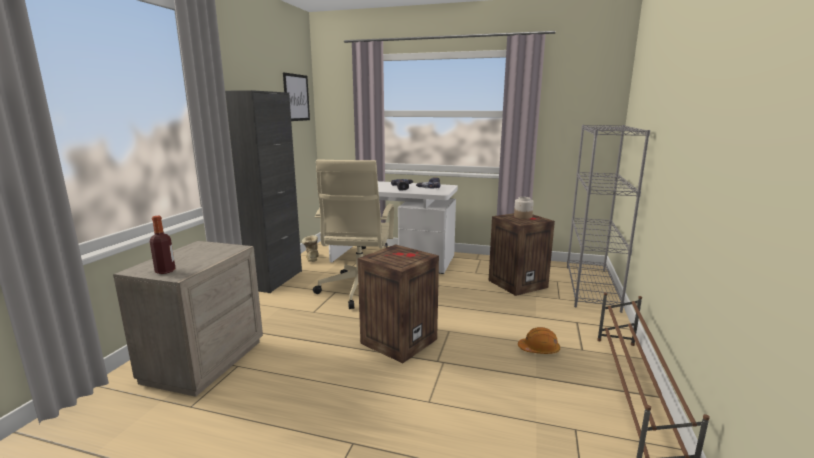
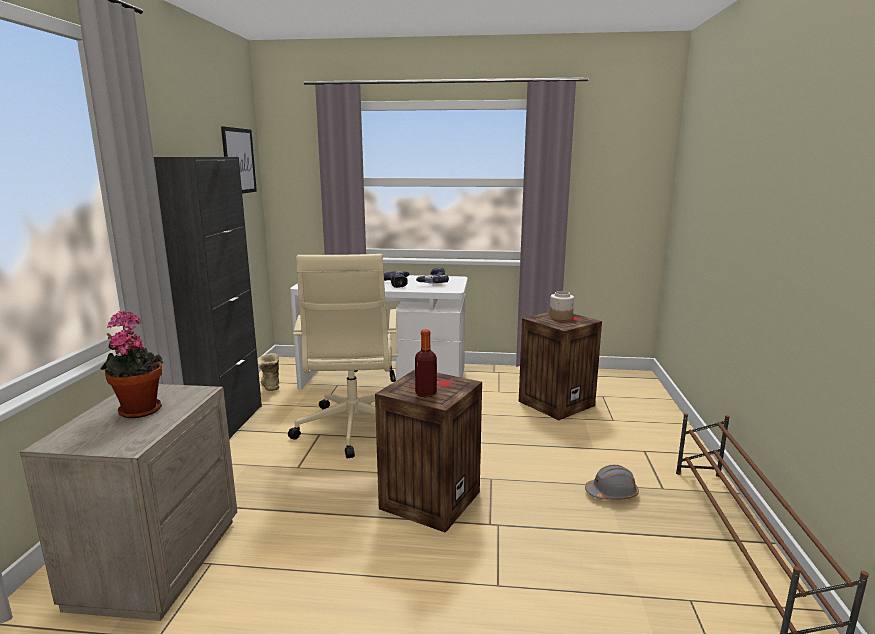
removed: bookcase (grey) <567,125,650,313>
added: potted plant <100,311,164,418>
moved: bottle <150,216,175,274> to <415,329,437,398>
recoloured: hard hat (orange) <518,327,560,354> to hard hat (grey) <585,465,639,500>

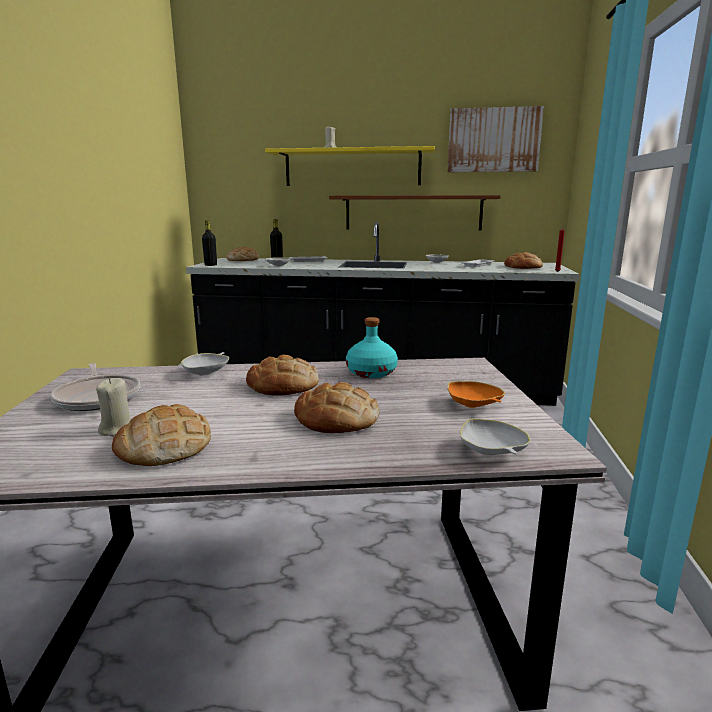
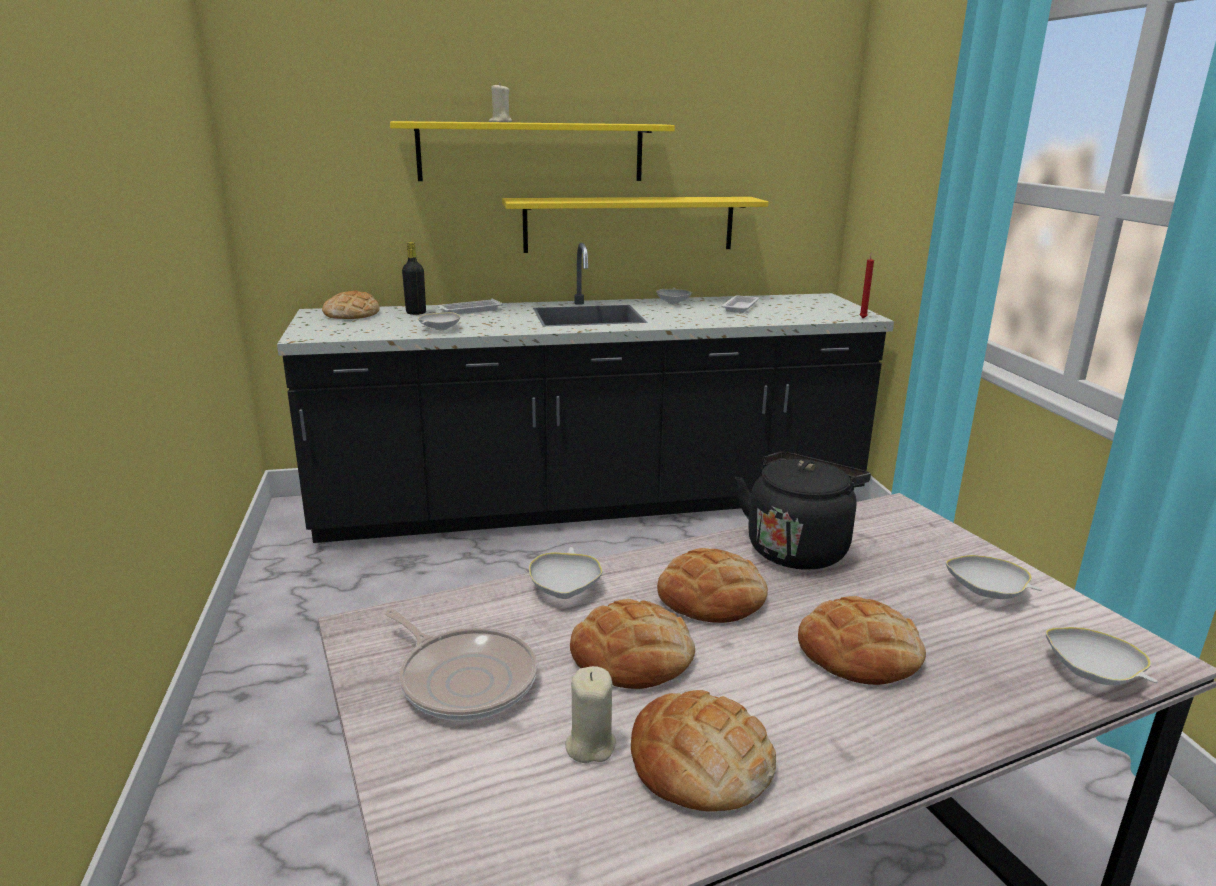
removed: bottle (black) <202,220,217,266>; picture <447,106,544,172>
moved: bread <504,252,543,269> to <570,599,695,689>
replaced: bottle (turquoise) <346,317,398,378> to kettle (black) <735,451,871,570>
recoloured: shelf (brown) <329,195,501,230> to shelf (yellow) <502,197,769,253>; bowl (orange) <447,381,505,408> to bowl (white) <946,555,1042,599>

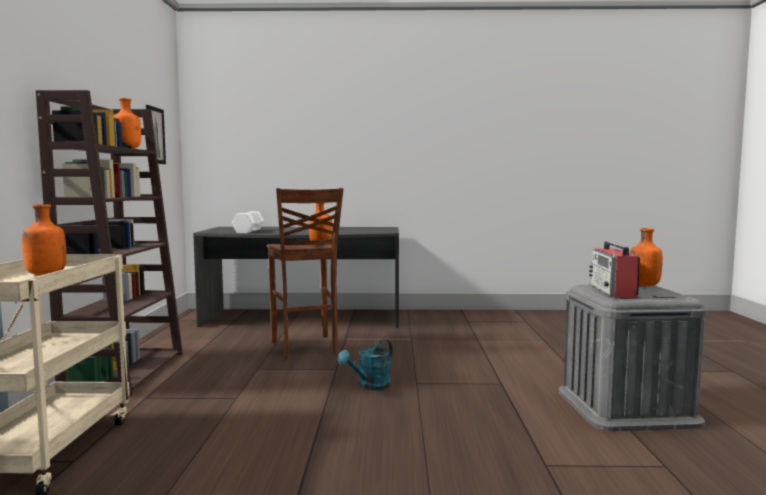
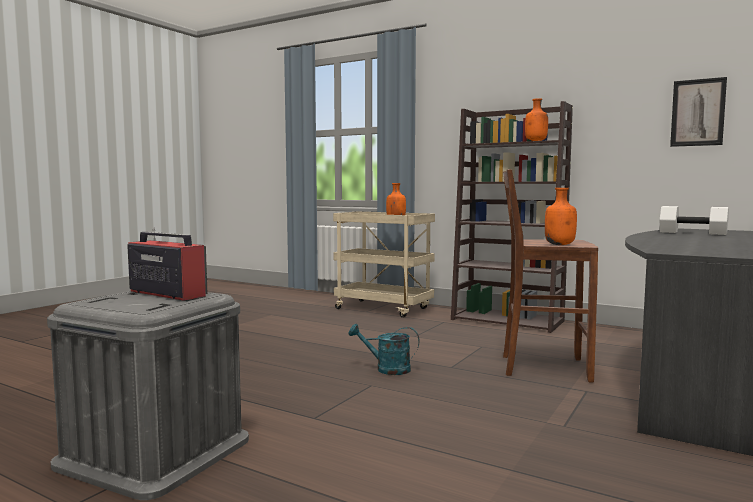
removed: bottle (orange) <630,228,663,287>
turned: watering can (turquoise) <338,339,393,390> = <349,324,420,375> 60 degrees counterclockwise

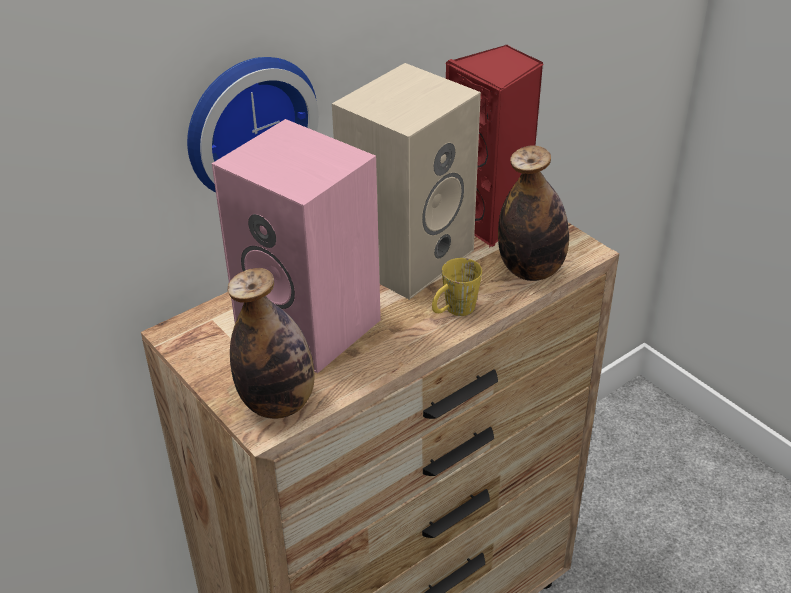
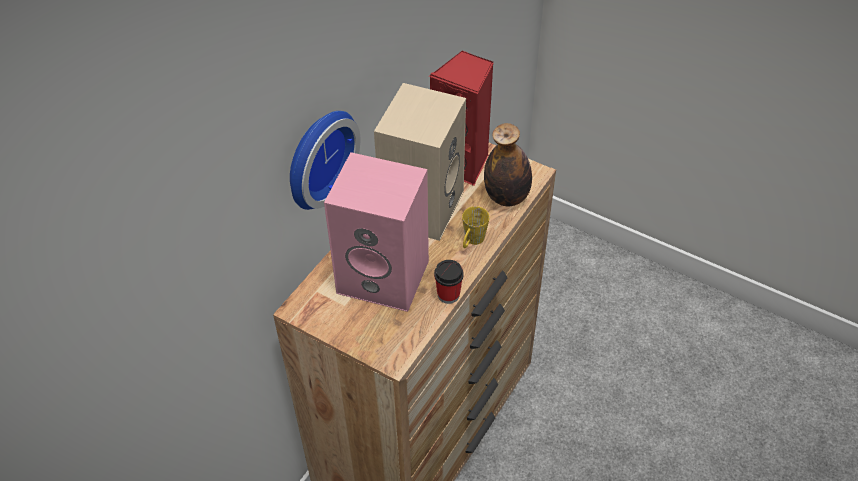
removed: bottle <228,268,315,419>
added: cup <434,260,464,304>

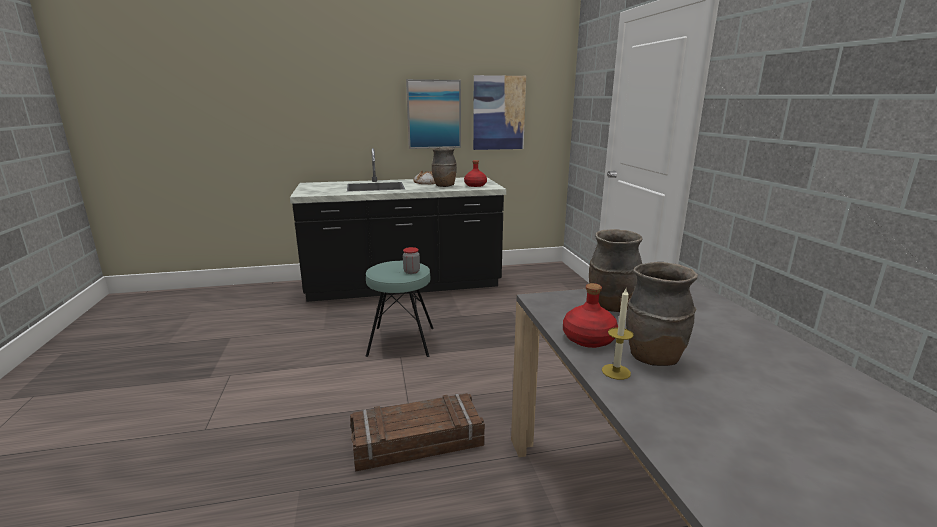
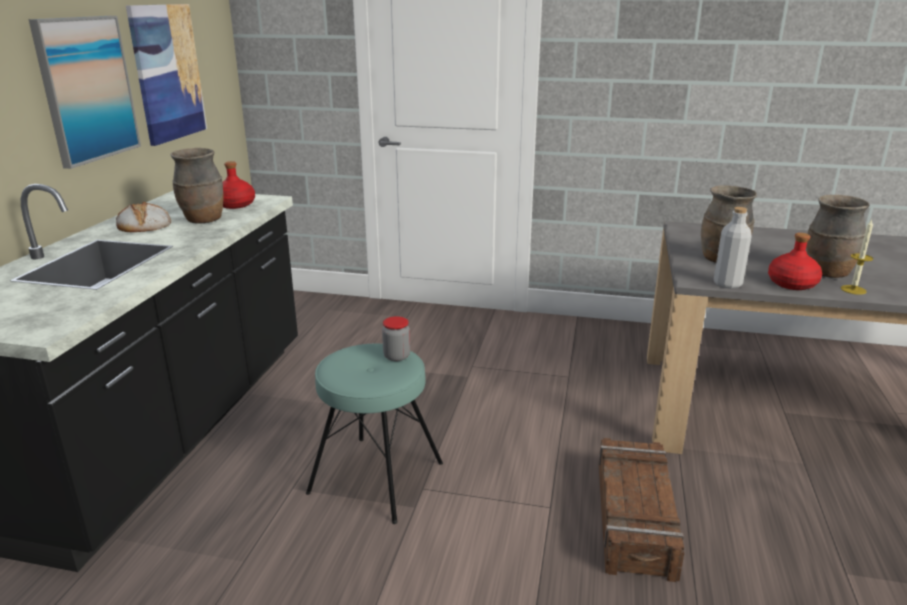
added: bottle (grey) <714,207,752,289>

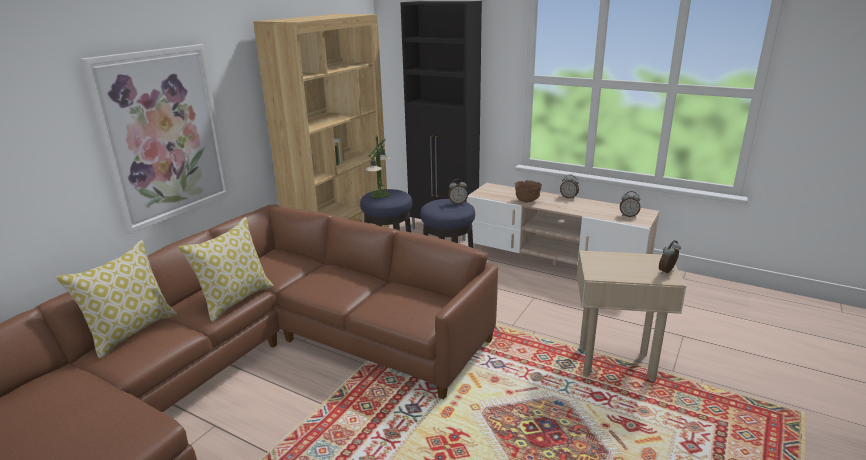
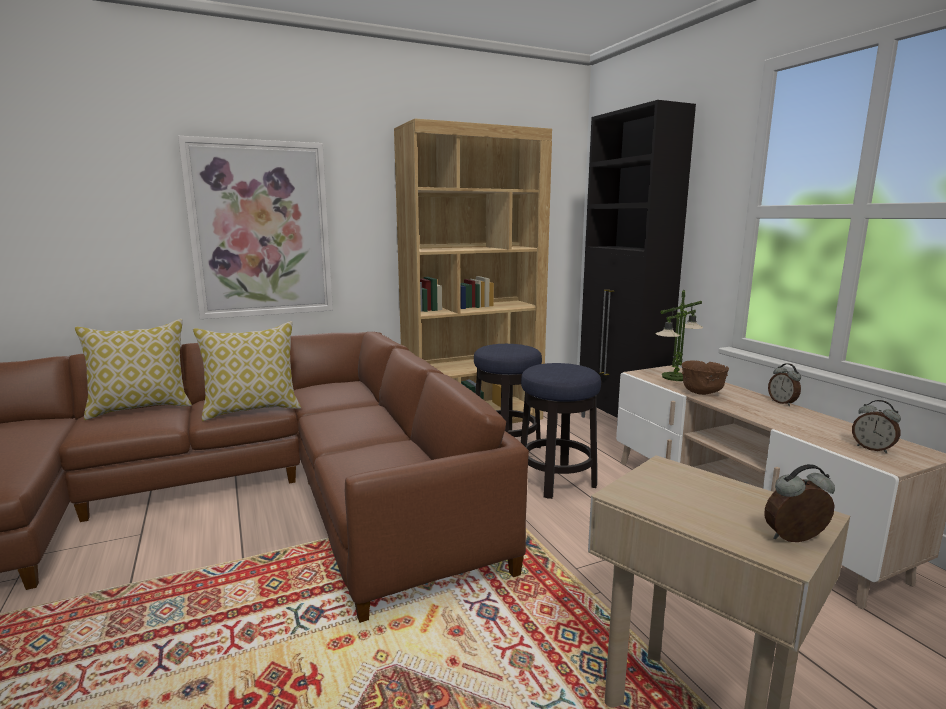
removed: alarm clock <448,179,468,204>
moved: table lamp <366,135,390,198> to <656,290,704,381>

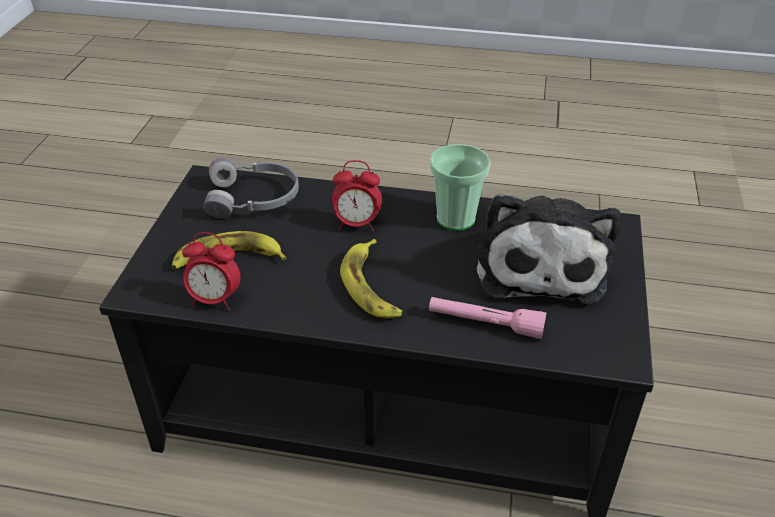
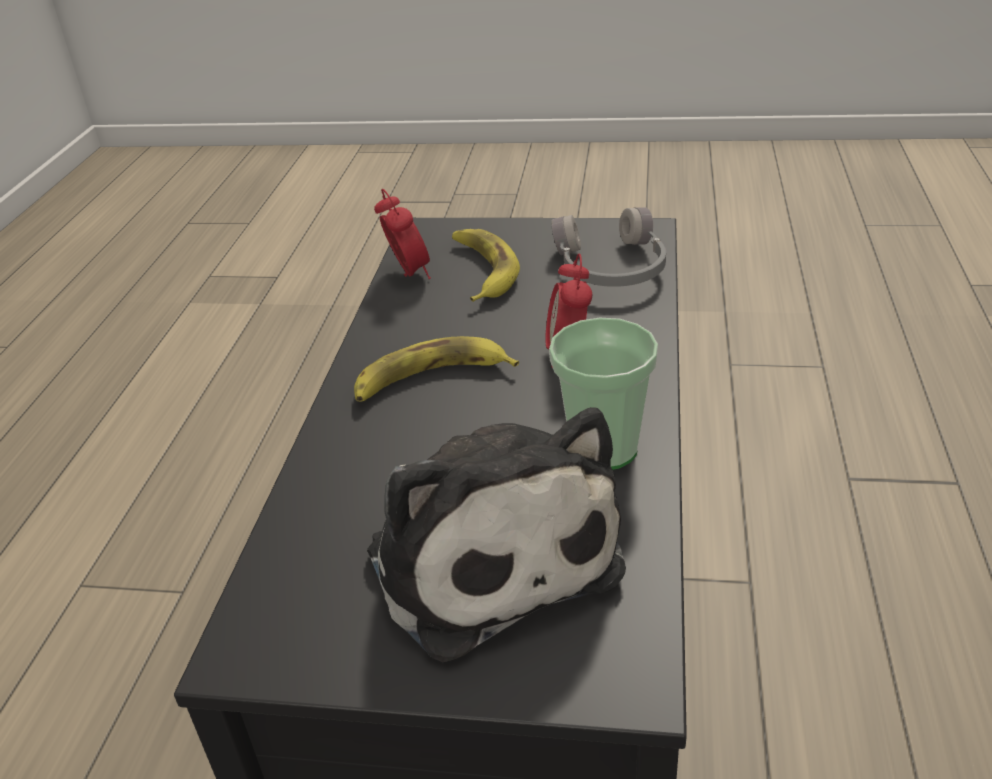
removed: flashlight (pink) <429,297,547,339>
turned: alarm clock <182,232,241,310> = <374,189,431,279> 150 degrees clockwise; plush toy <477,194,621,305> = <367,407,626,662> 120 degrees counterclockwise

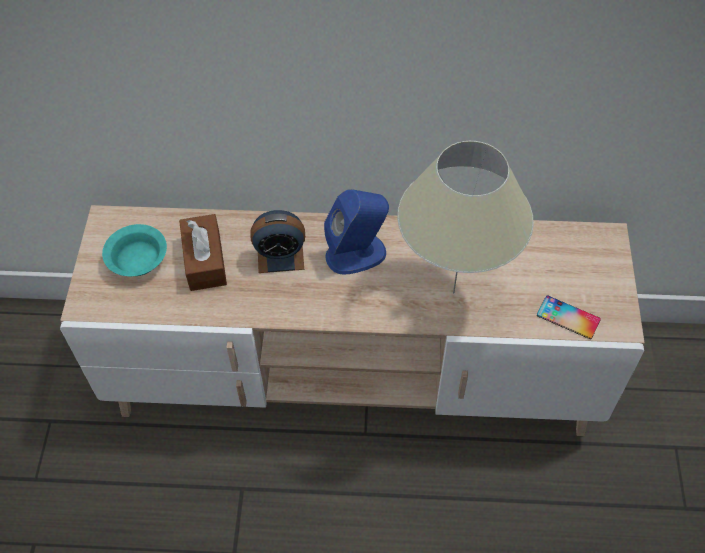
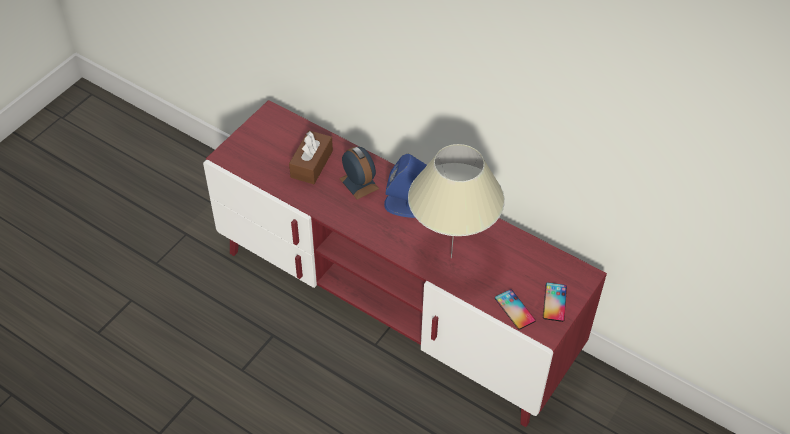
removed: bowl (turquoise) <102,224,167,276>
added: phone <543,282,567,322>
recoloured: tv stand (beige) <60,205,645,436> to tv stand (red) <203,100,607,427>
turned: alarm clock <250,210,305,273> = <339,147,379,200> 150 degrees counterclockwise

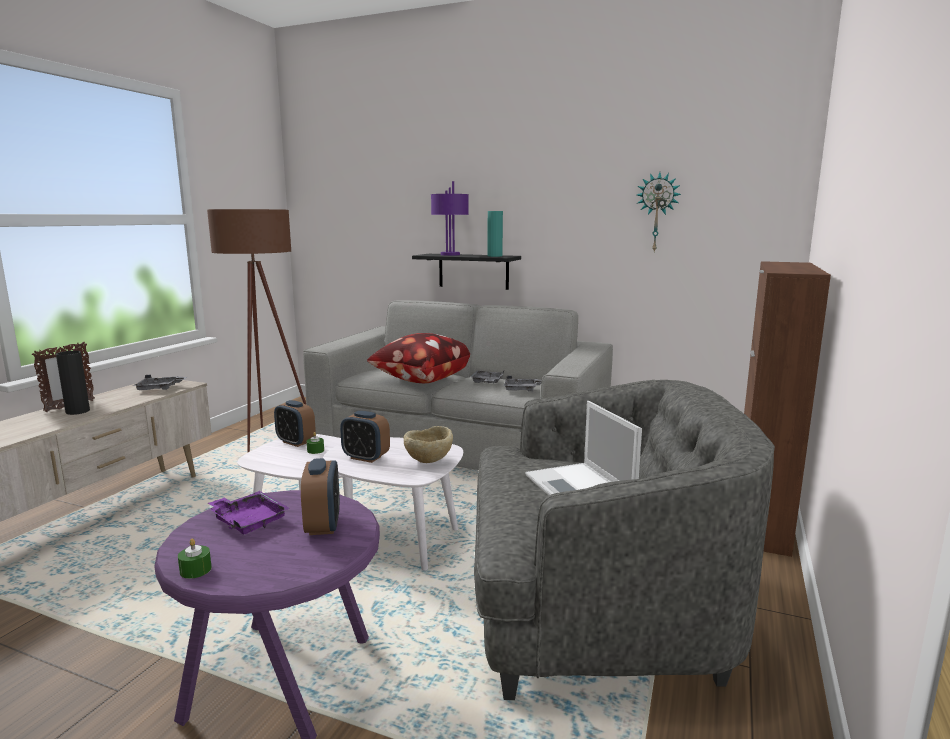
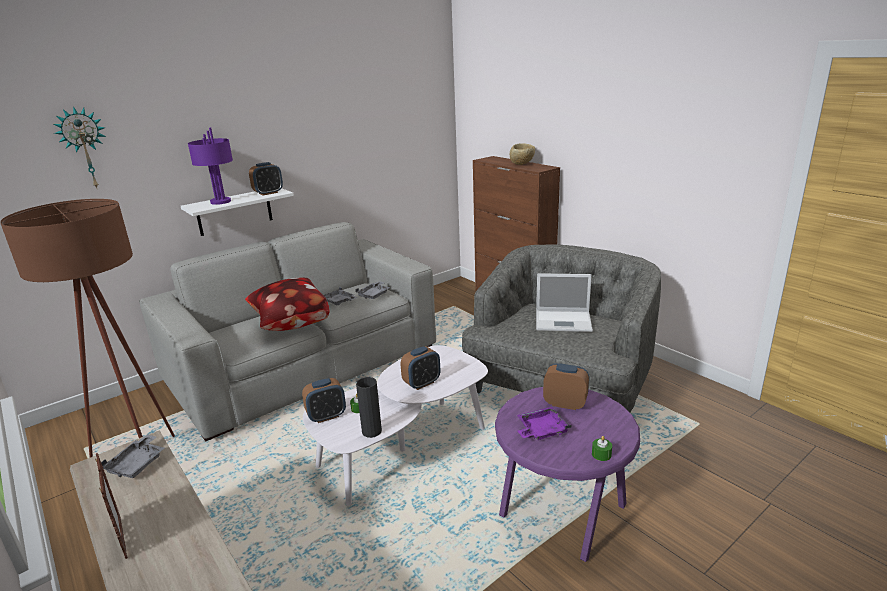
moved: vase (black) <56,351,90,415> to <356,377,382,438>; bowl (beige) <404,426,453,463> to <510,143,535,165>; wall clock <637,172,681,251> to <54,106,106,188>
replaced: vase (turquoise) <487,211,503,257> to alarm clock <249,162,283,195>
recoloured: shelf (black) <412,254,521,290> to shelf (white) <181,189,294,236>

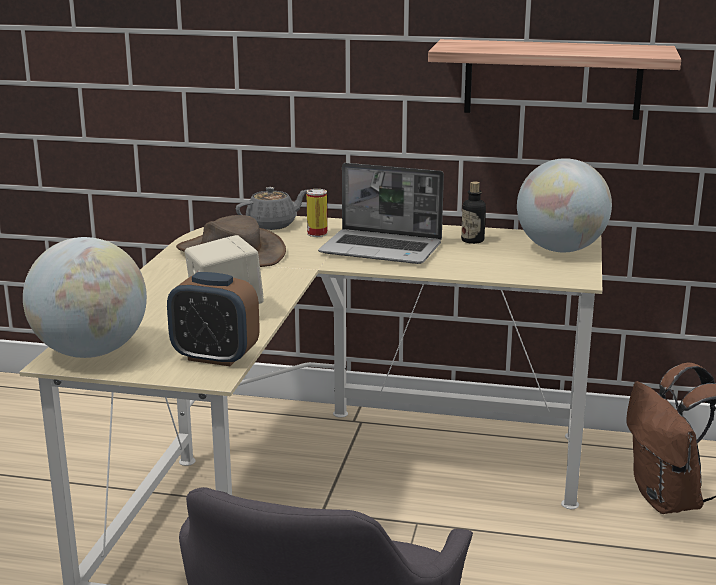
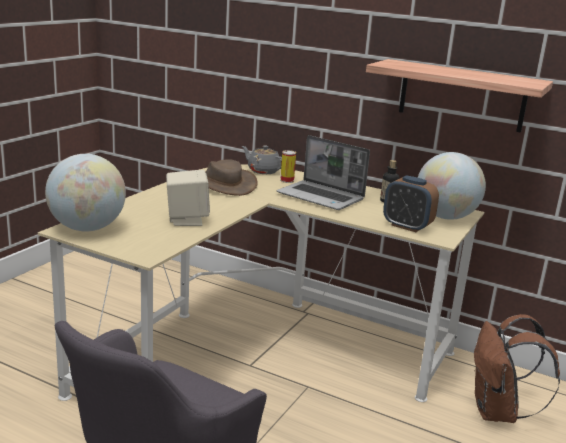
moved: alarm clock <167,272,260,366> to <383,176,439,232>
turned: teapot (grey) <236,187,307,230> = <242,146,282,174> 135 degrees counterclockwise

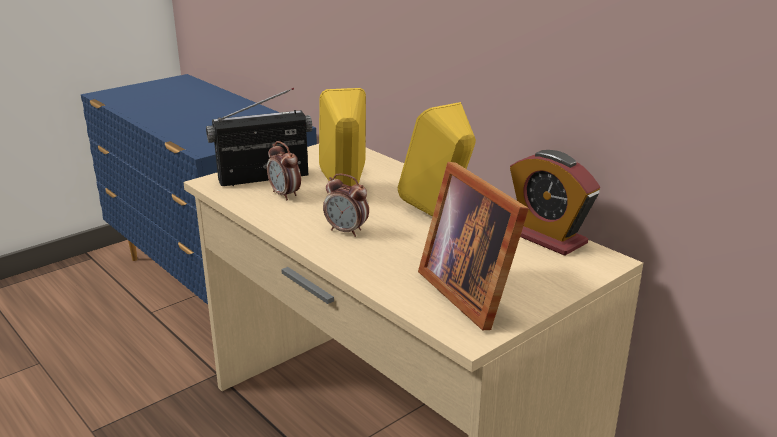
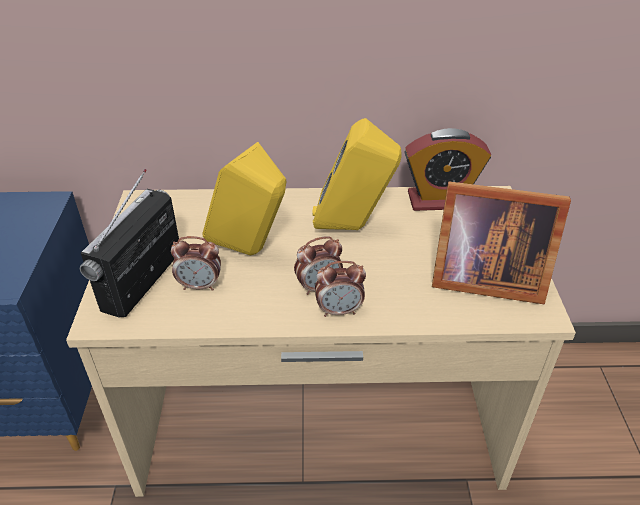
added: alarm clock <315,261,366,317>

